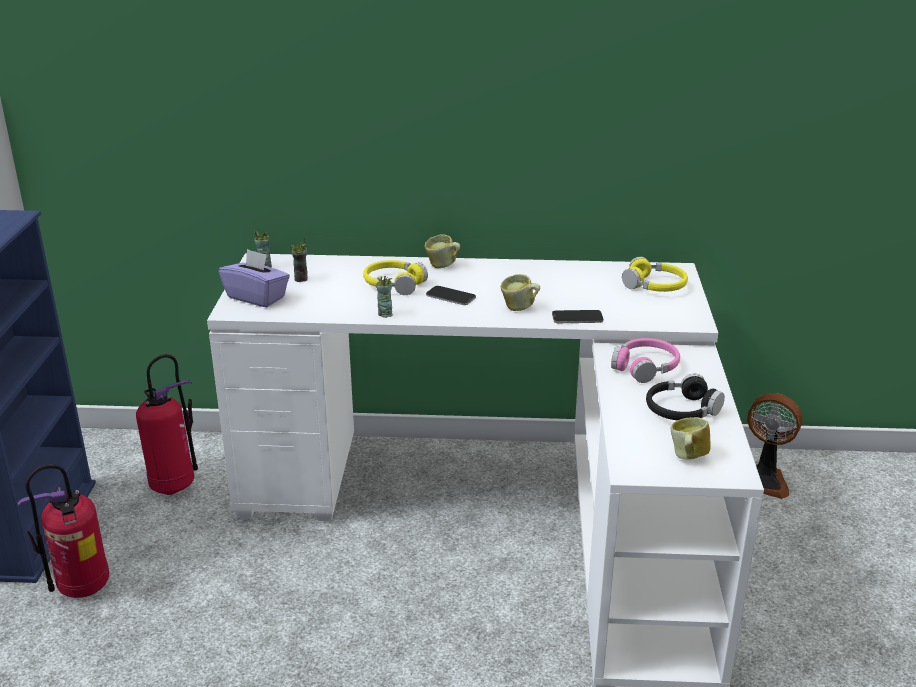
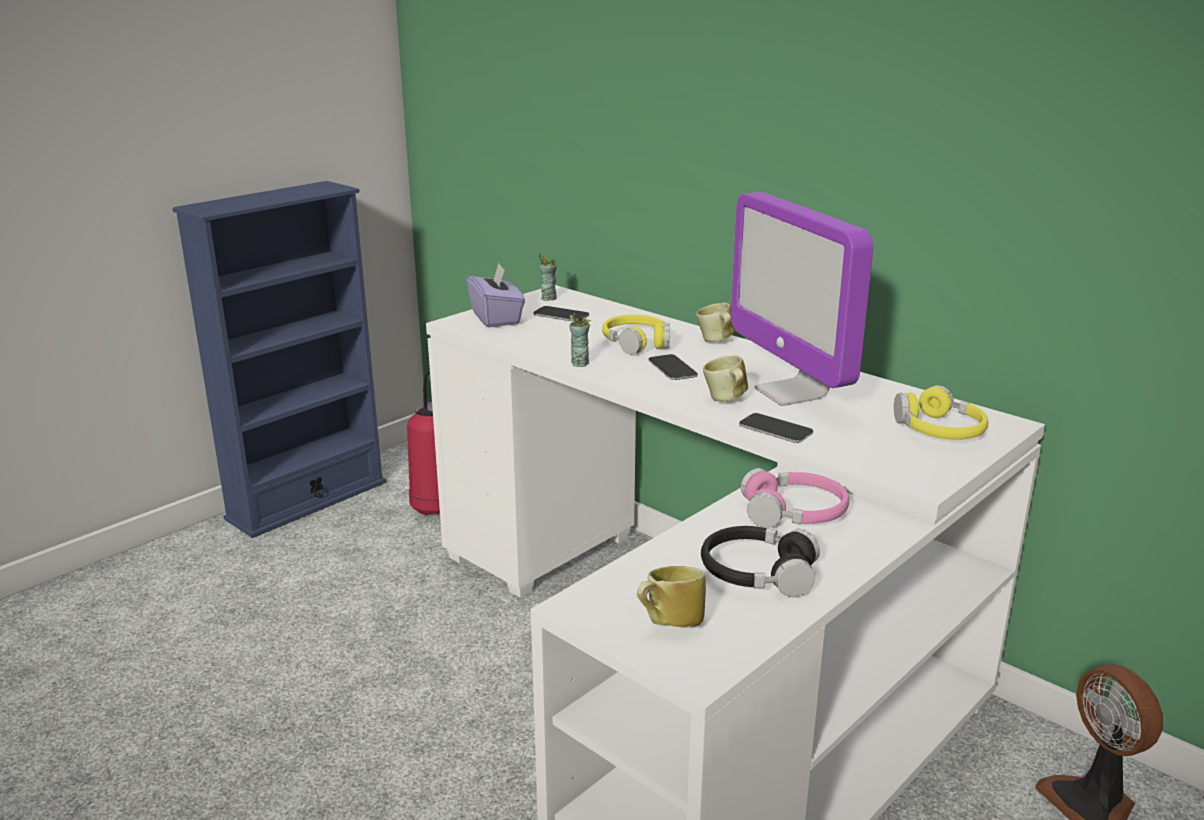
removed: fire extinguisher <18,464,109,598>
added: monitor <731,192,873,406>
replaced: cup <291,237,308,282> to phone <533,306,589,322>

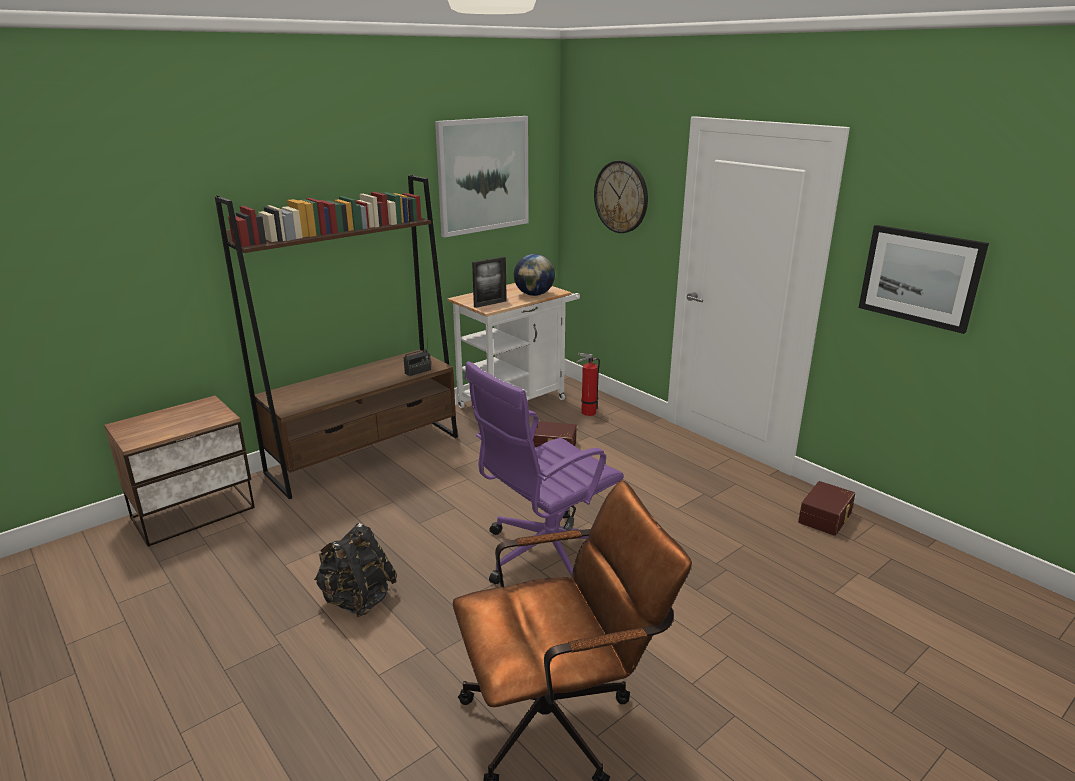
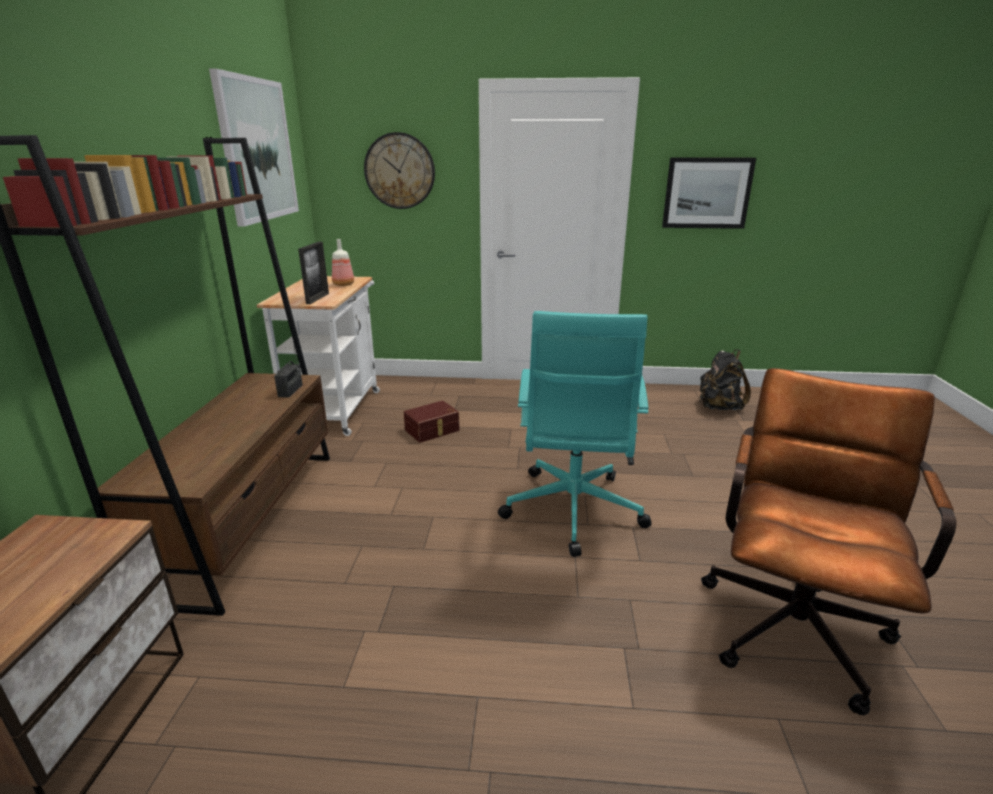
removed: fire extinguisher <577,353,600,416>; storage box (brown) <798,481,855,536>
moved: backpack (black) <314,523,397,617> to <700,349,751,410>
replaced: globe <514,254,555,296> to bottle <332,239,354,286>
recoloured: office chair (purple) <465,361,624,584> to office chair (turquoise) <498,311,652,557>

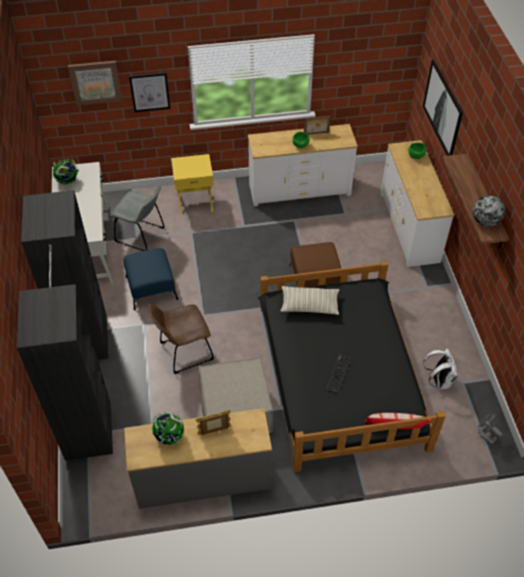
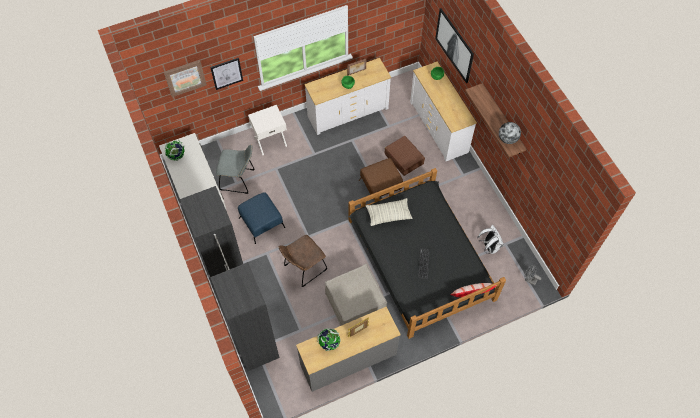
added: suitcase (brown) <385,136,425,176>
recoloured: nightstand (yellow) <171,154,214,215> to nightstand (white) <248,105,287,155>

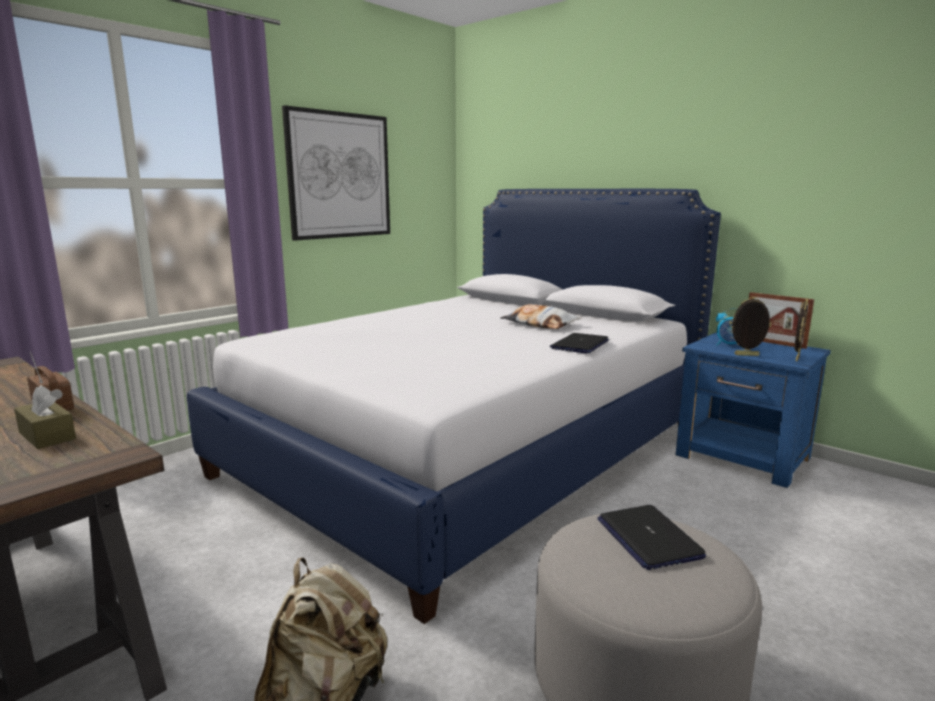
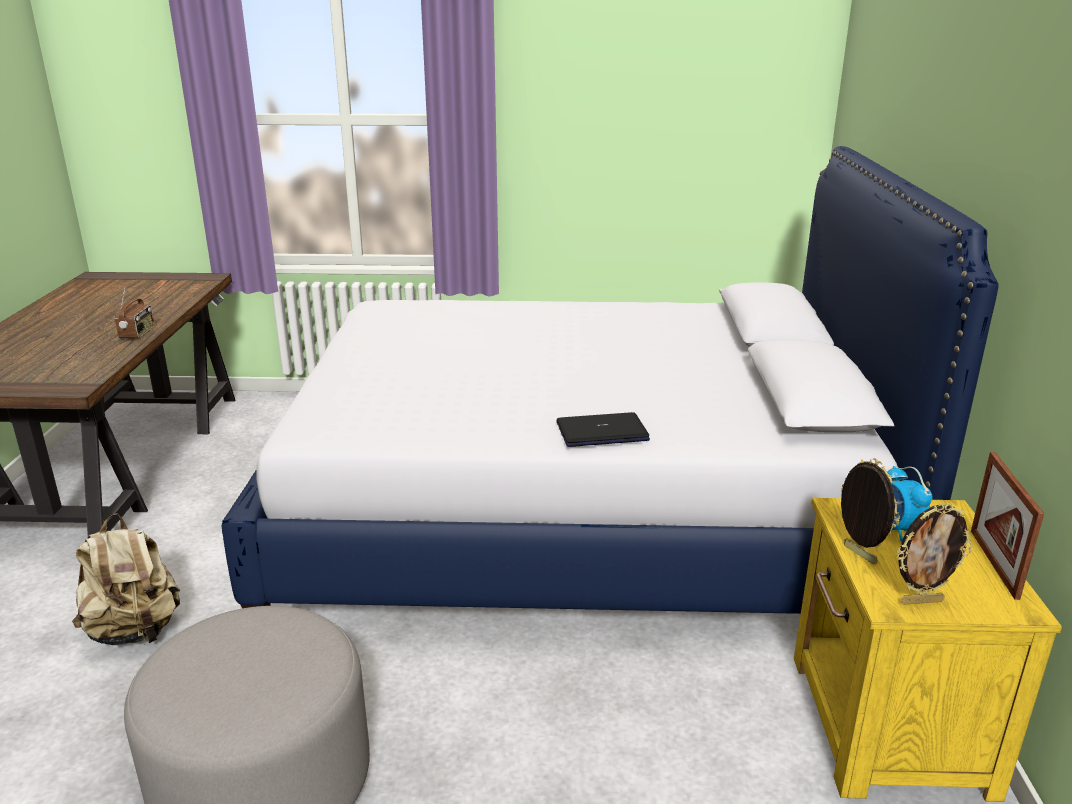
removed: tissue box (brown) <14,385,76,449>; picture <282,105,390,240>; pillow <501,304,582,329>; laptop <597,505,706,570>
recoloured: nightstand (blue) <676,333,831,488> to nightstand (yellow) <794,498,1062,802>

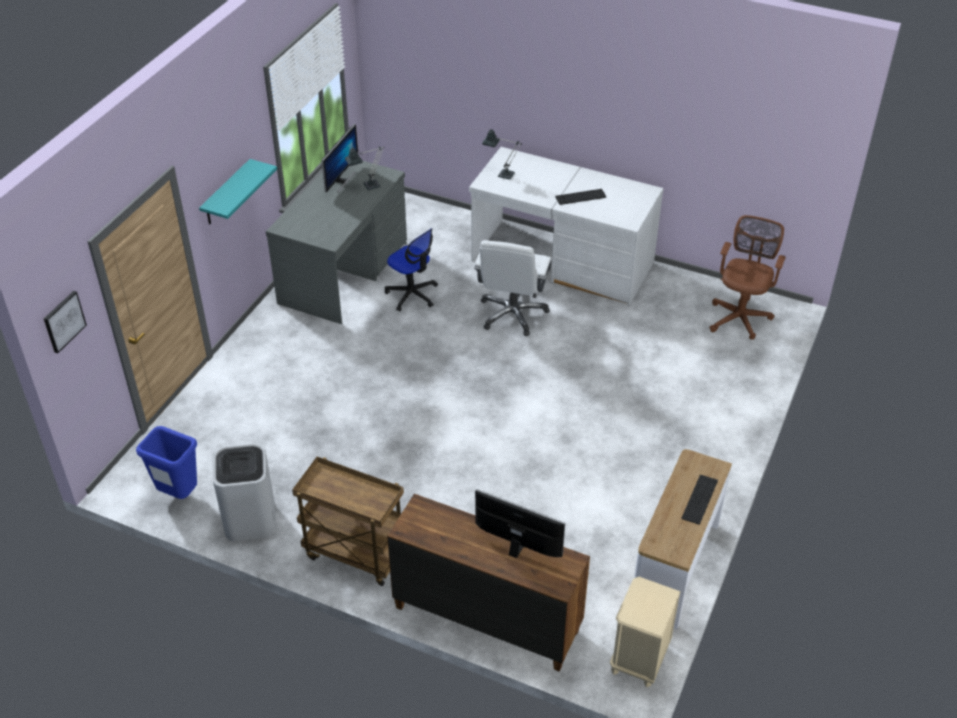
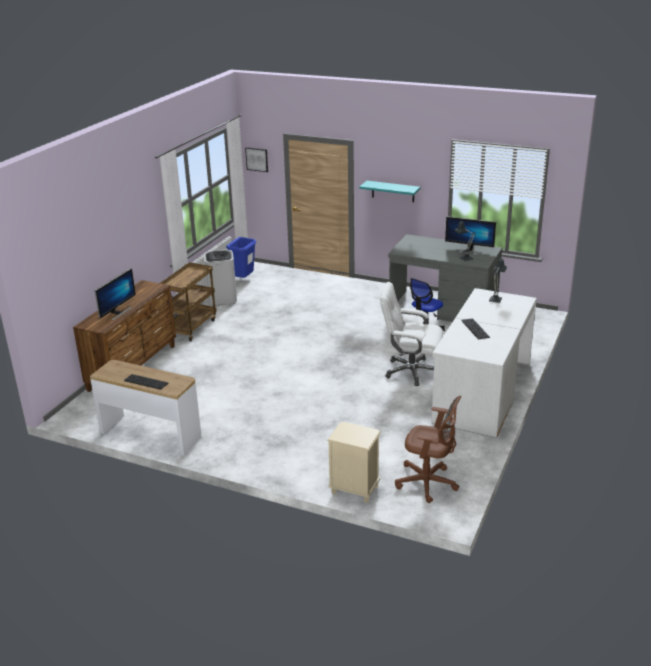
moved: nightstand (beige) <610,577,681,687> to <327,422,381,503>

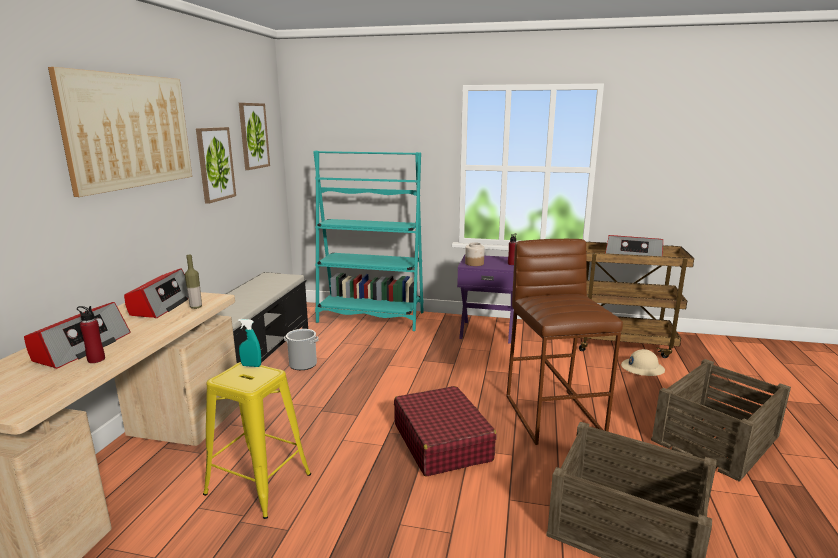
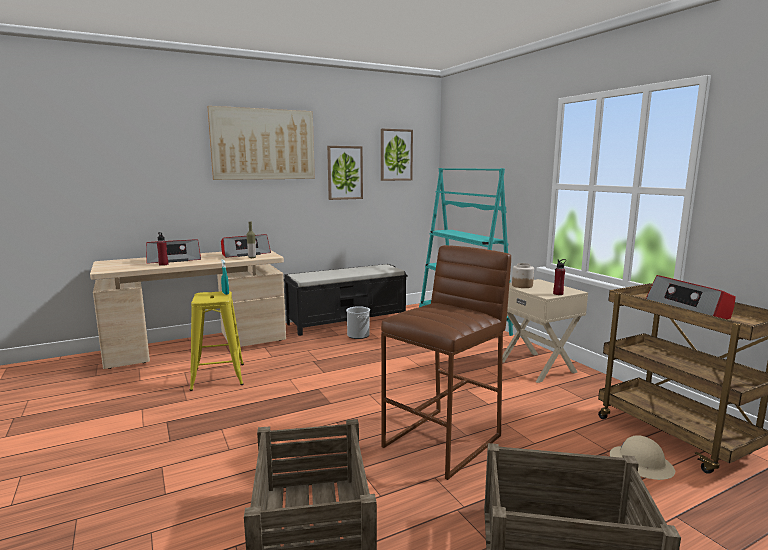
removed: suitcase (red) <394,386,497,476>
recoloured: nightstand (purple) <457,255,514,344> to nightstand (beige) <502,279,588,383>

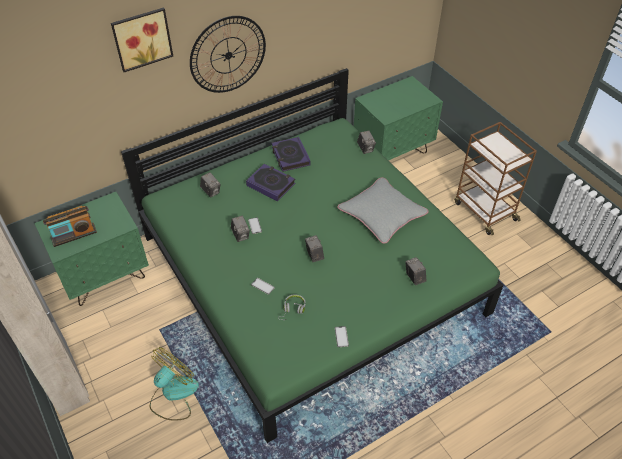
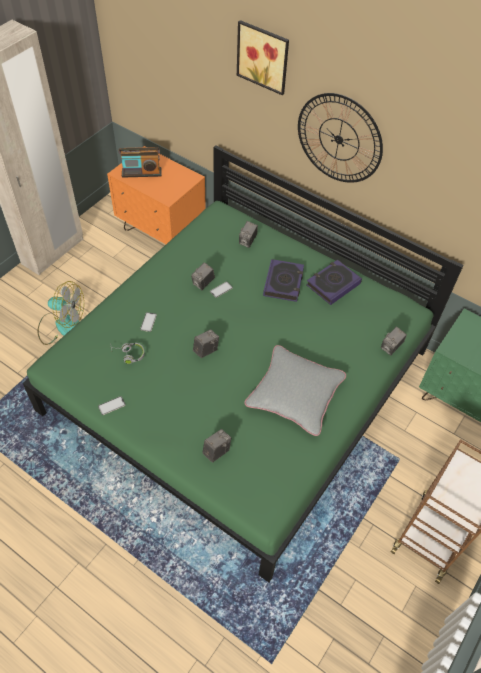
recoloured: nightstand (green) <34,192,149,306> to nightstand (orange) <107,146,206,244>
turned: radio <43,206,97,247> = <118,147,162,178> 45 degrees counterclockwise

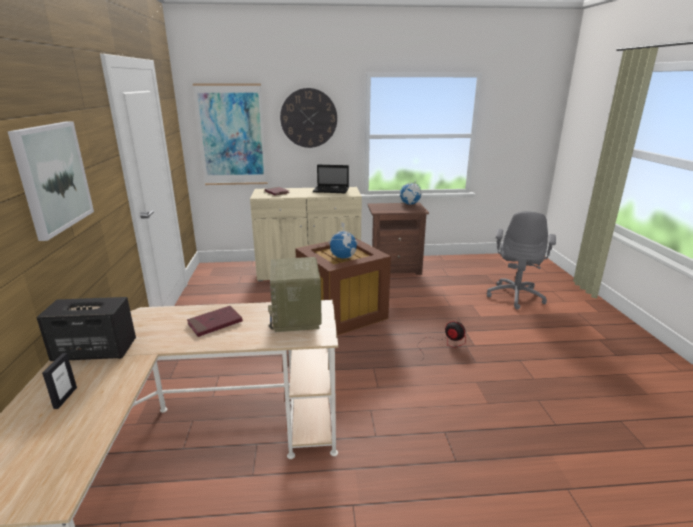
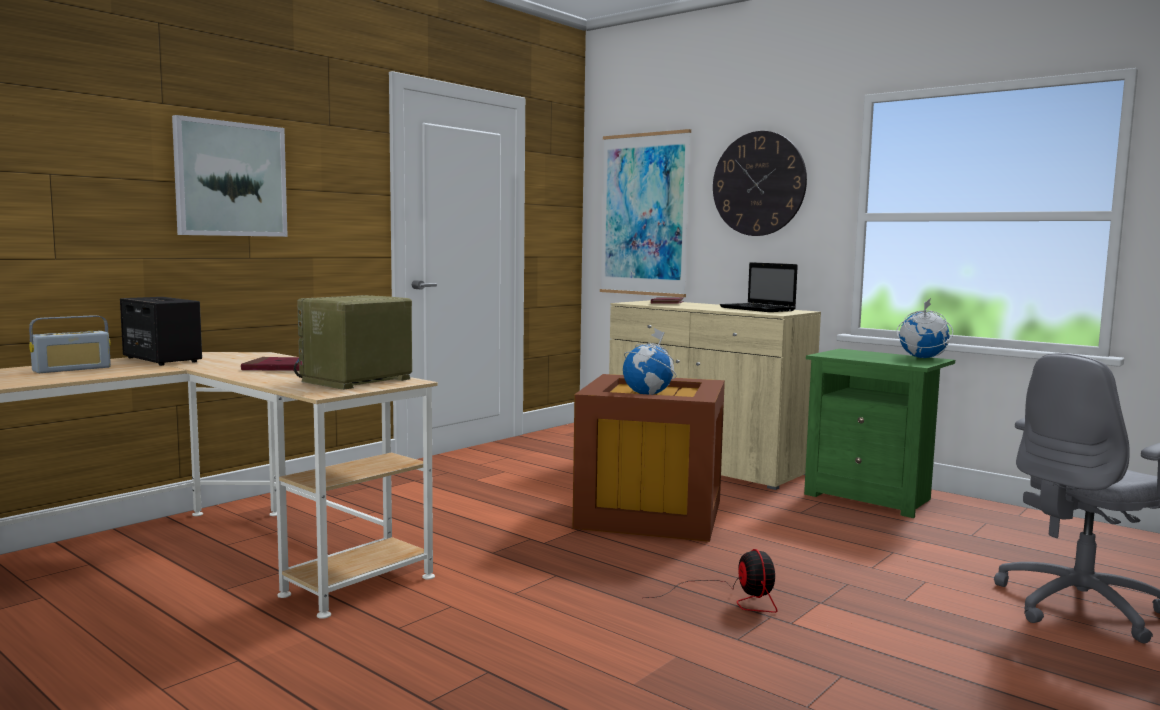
replaced: picture frame <42,353,77,409> to radio <29,315,111,373>
recoloured: nightstand (brown) <367,202,429,275> to nightstand (green) <804,349,955,518>

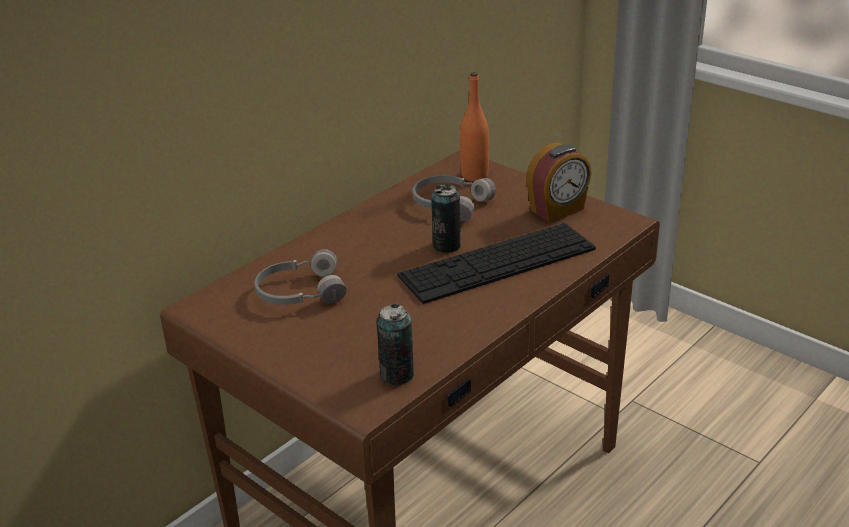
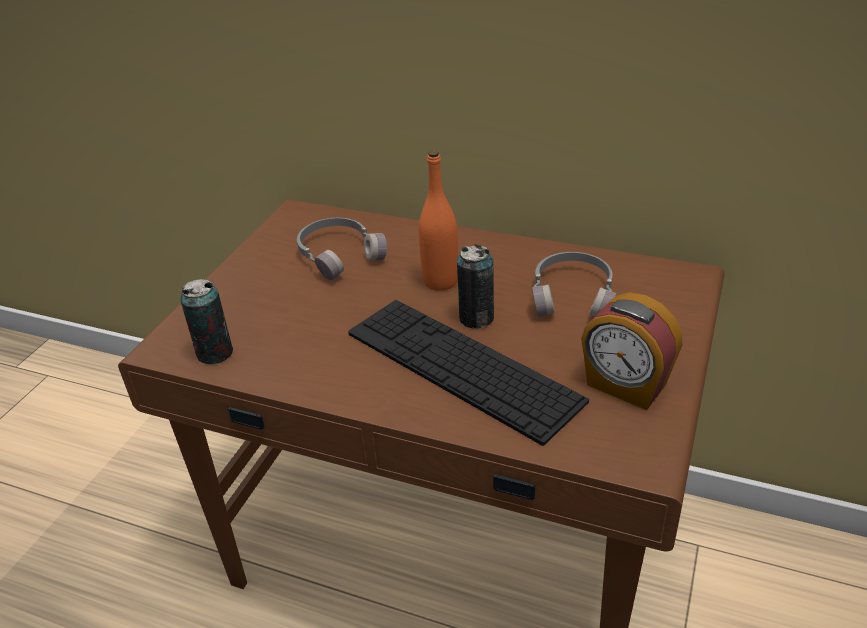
moved: bottle (orange) <460,72,489,182> to <419,150,458,291>

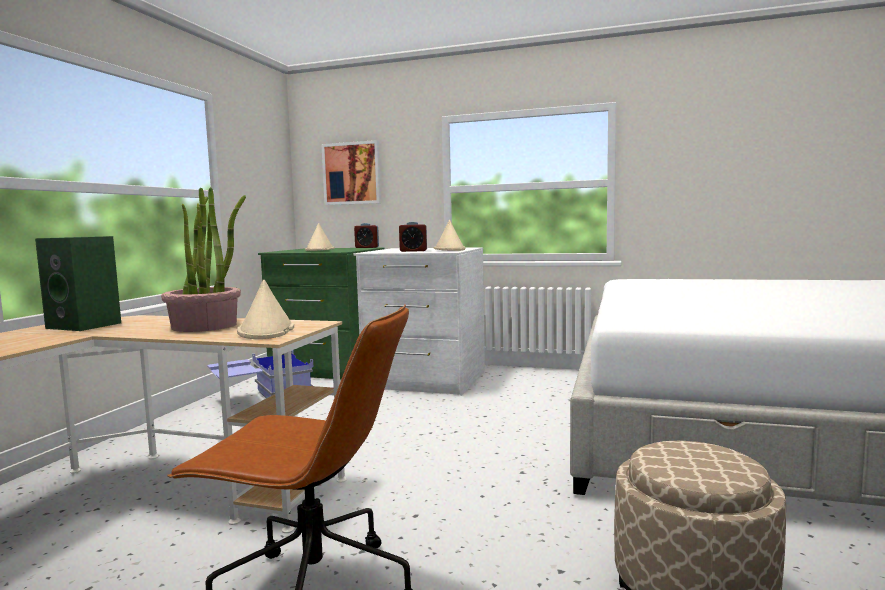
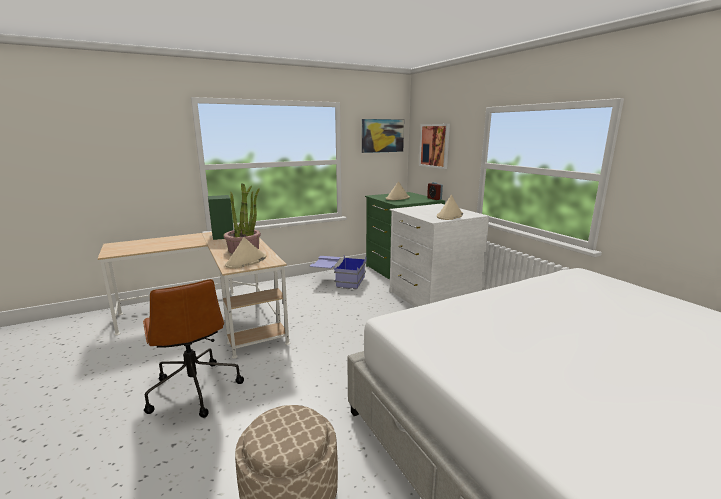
removed: alarm clock <399,222,427,252>
added: picture <362,119,404,153>

